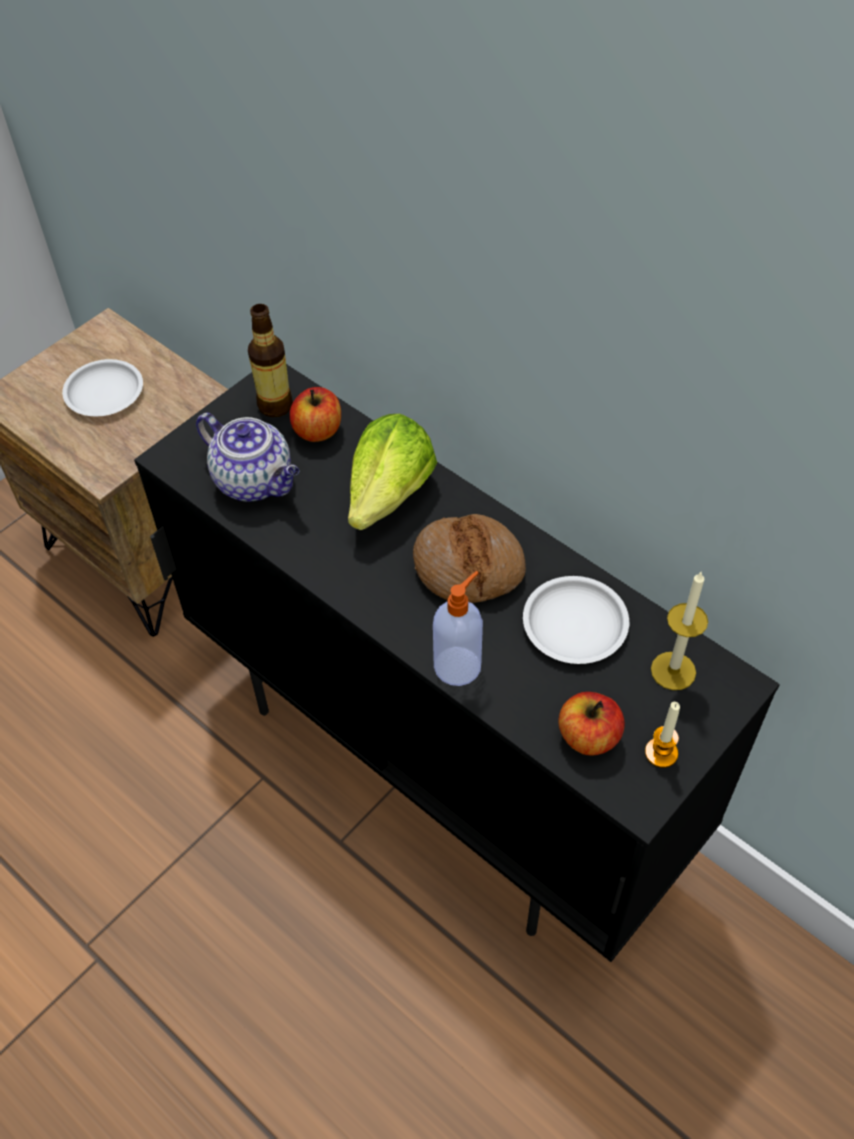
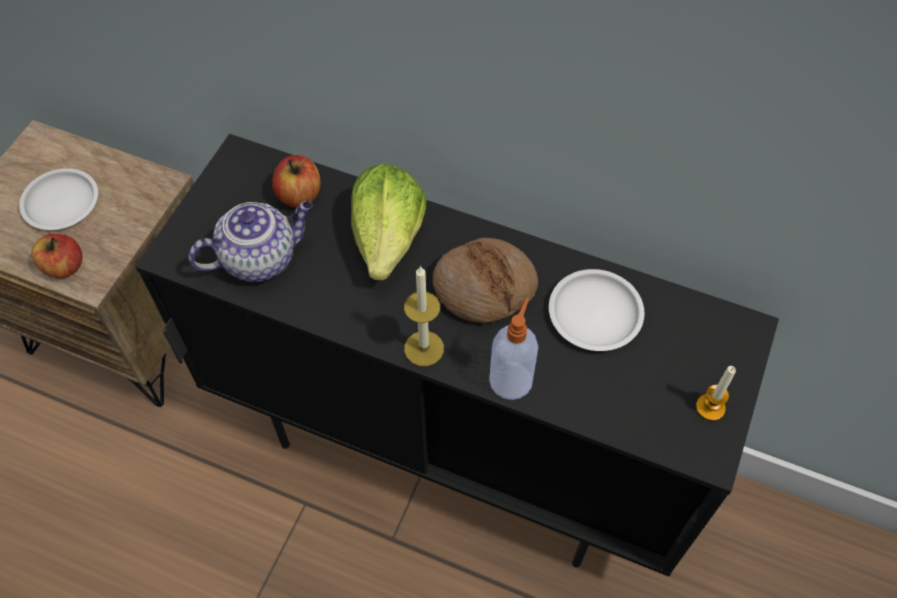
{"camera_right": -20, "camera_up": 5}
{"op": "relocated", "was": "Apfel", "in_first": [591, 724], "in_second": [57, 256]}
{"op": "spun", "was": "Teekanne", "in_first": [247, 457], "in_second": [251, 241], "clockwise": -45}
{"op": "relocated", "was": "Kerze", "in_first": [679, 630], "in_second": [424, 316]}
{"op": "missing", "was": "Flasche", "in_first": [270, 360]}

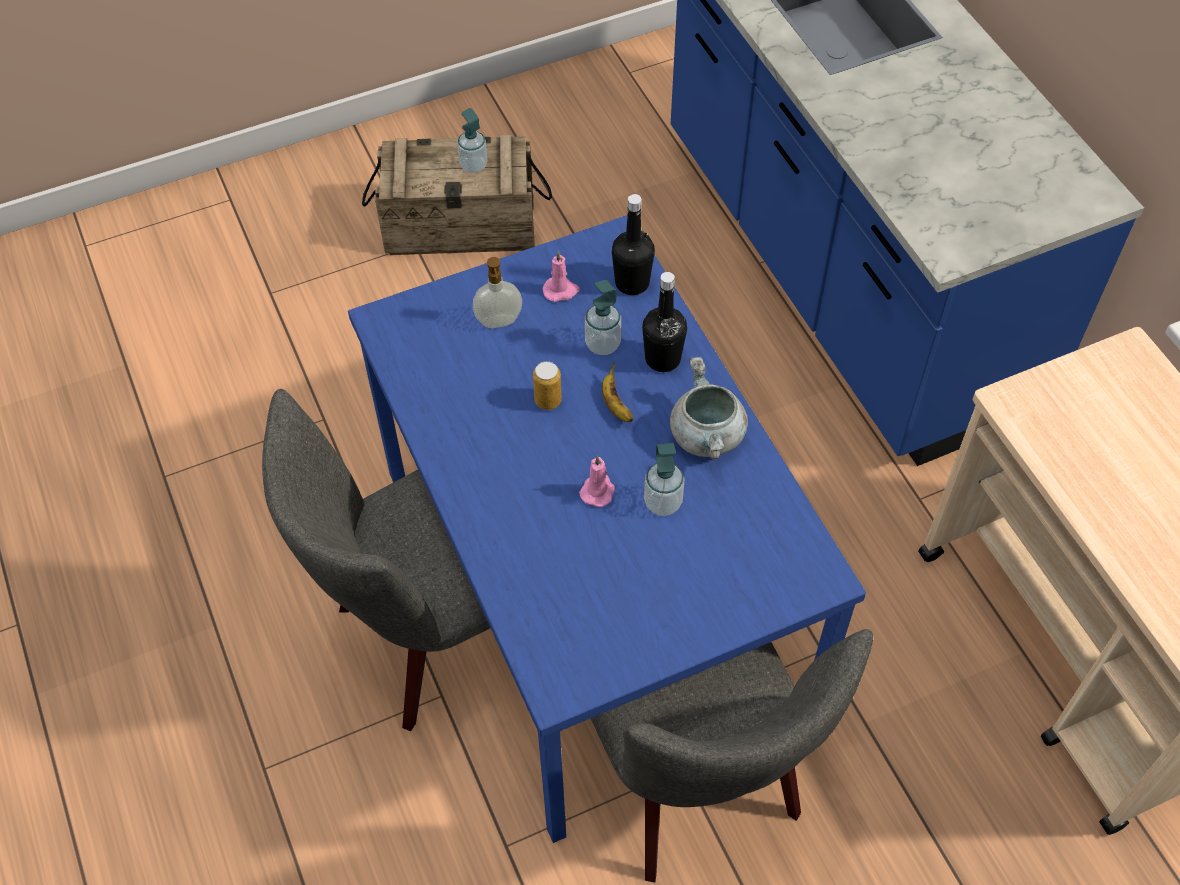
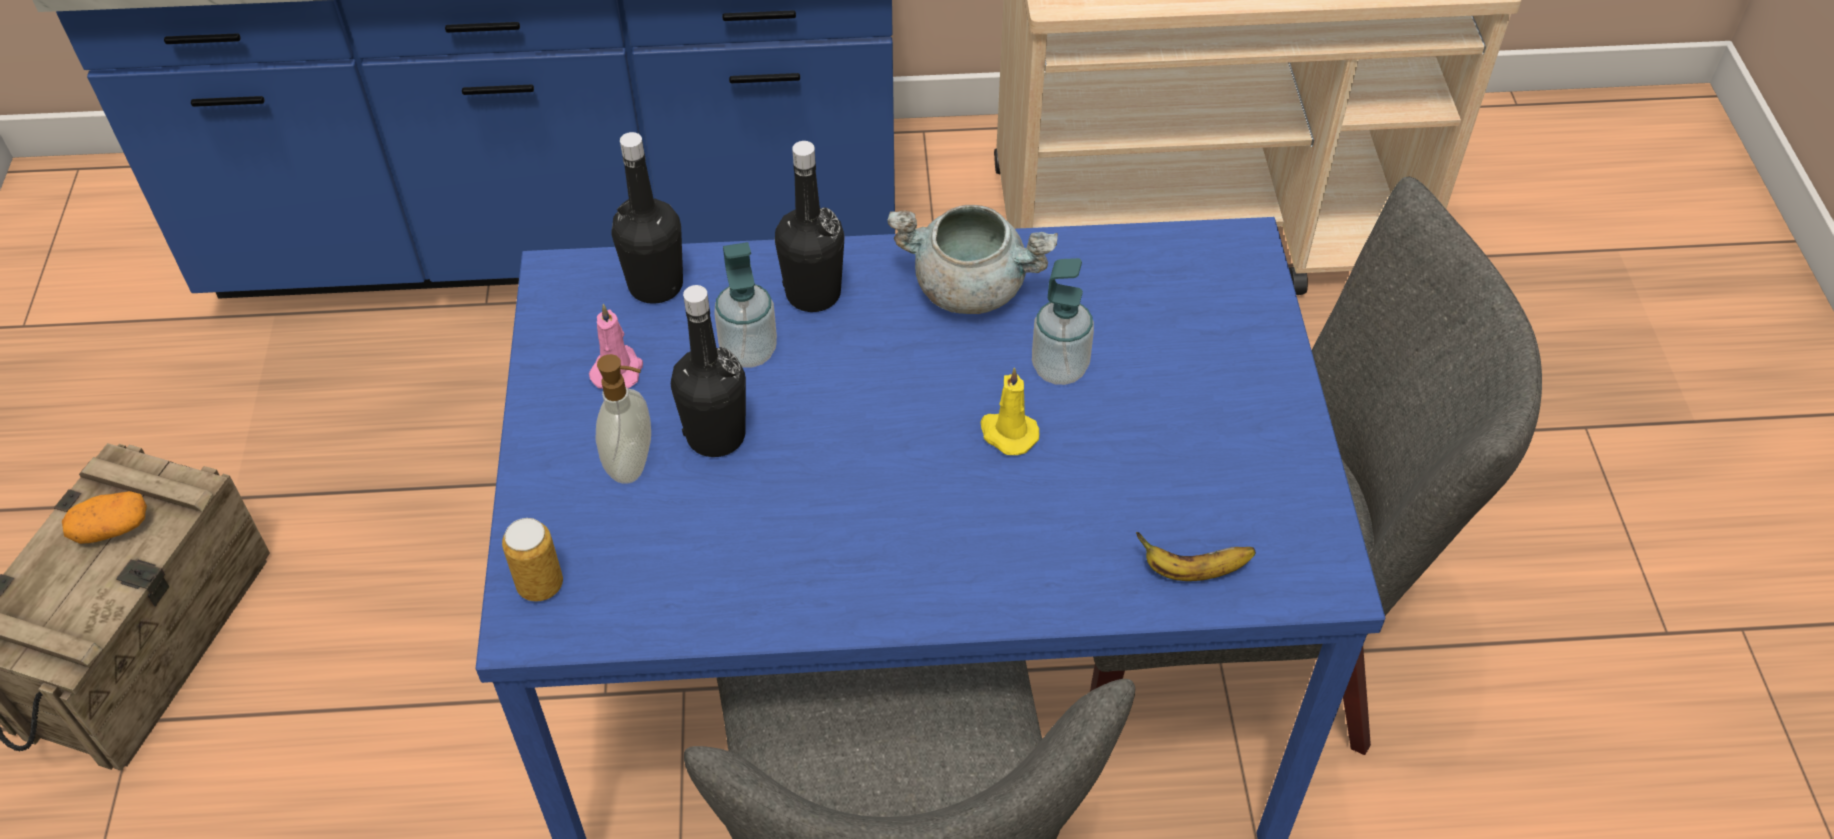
{"camera_right": -70, "camera_up": -5}
{"op": "exchanged", "was": "Seifenspender", "now": "Kartoffel", "in_first": [472, 140], "in_second": [104, 517]}
{"op": "relocated", "was": "Dose", "in_first": [547, 385], "in_second": [532, 559]}
{"op": "appeared", "now": "Flasche/schwarz", "in_second": [708, 371]}
{"op": "colour", "was": "Kerze/rosa", "now": "Kerze/gelb", "in_first": [597, 481], "in_second": [1009, 411]}
{"op": "relocated", "was": "Banane", "in_first": [618, 392], "in_second": [1196, 556]}

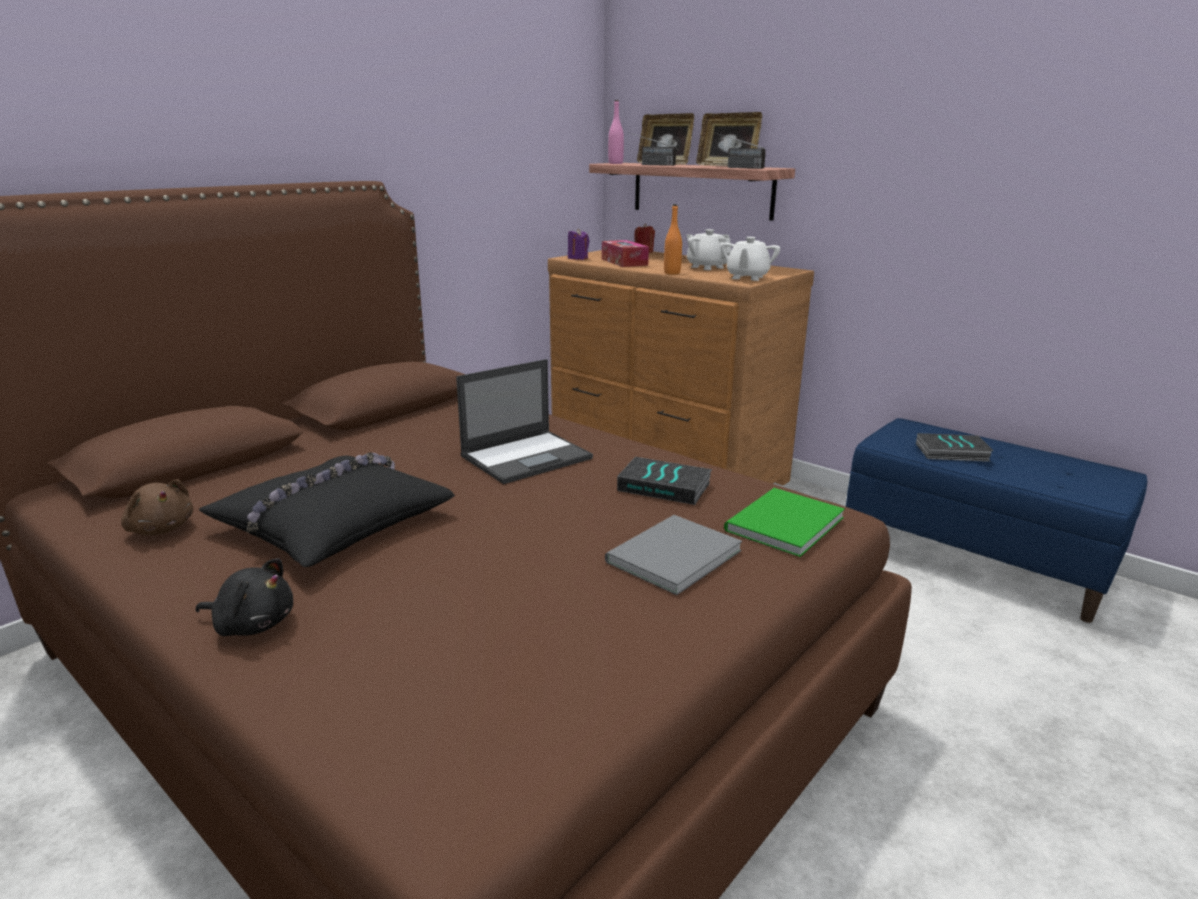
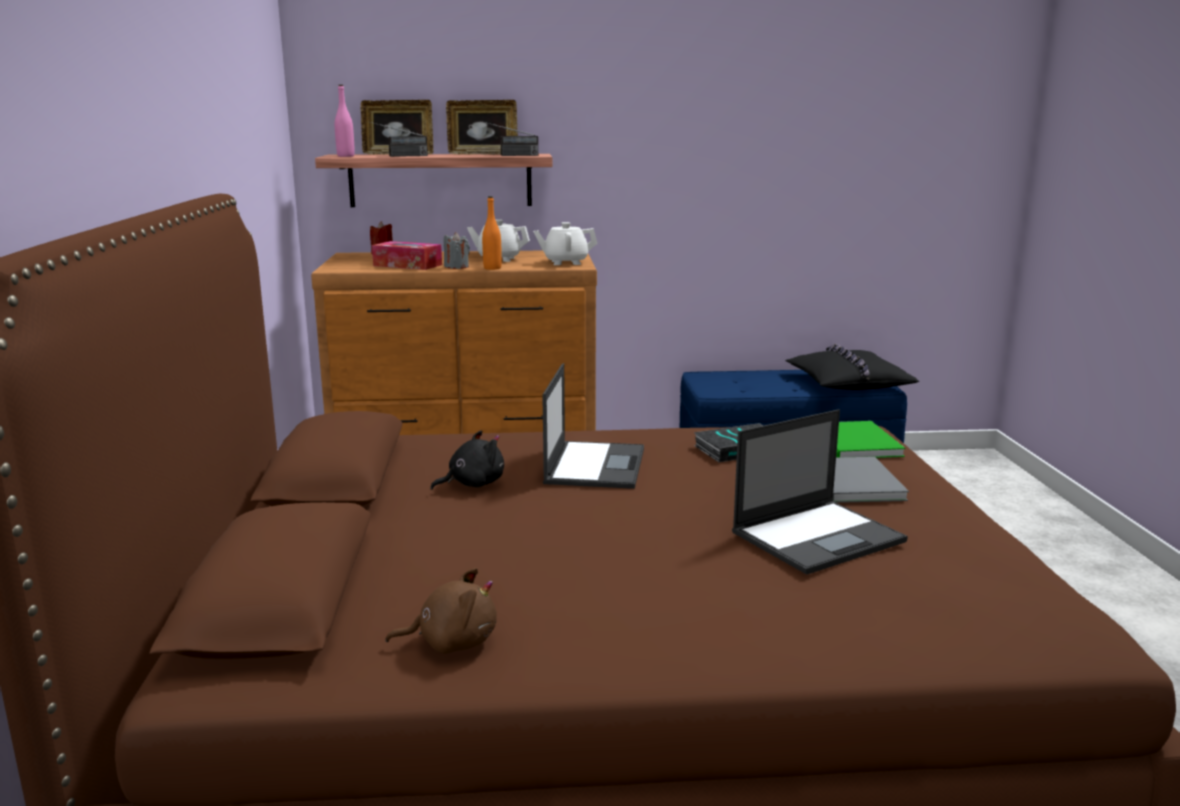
{"camera_right": -45, "camera_up": -5}
{"op": "relocated", "was": "Plüschtier/schwarz", "in_first": [244, 597], "in_second": [467, 460]}
{"op": "appeared", "now": "Kerze/grau", "in_second": [457, 250]}
{"op": "spun", "was": "Teekanne/weiß", "in_first": [750, 259], "in_second": [565, 243], "clockwise": 105}
{"op": "appeared", "now": "Laptop", "in_second": [820, 492]}
{"op": "relocated", "was": "Kissen/schwarz", "in_first": [327, 509], "in_second": [852, 367]}
{"op": "missing", "was": "Kerze/lila", "in_first": [578, 244]}
{"op": "missing", "was": "Buch", "in_first": [955, 447]}

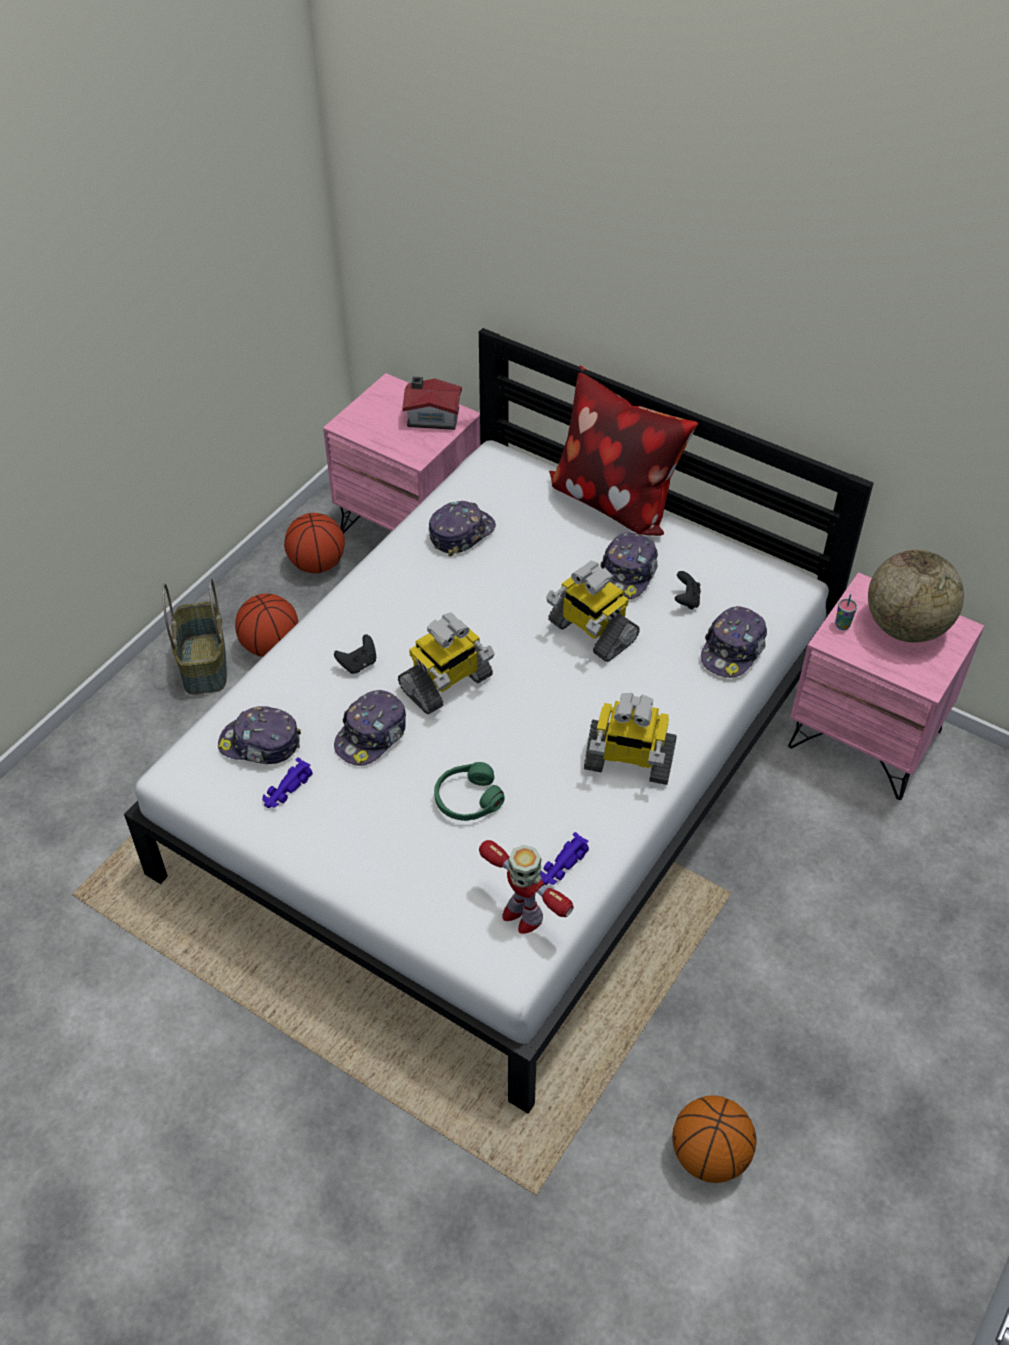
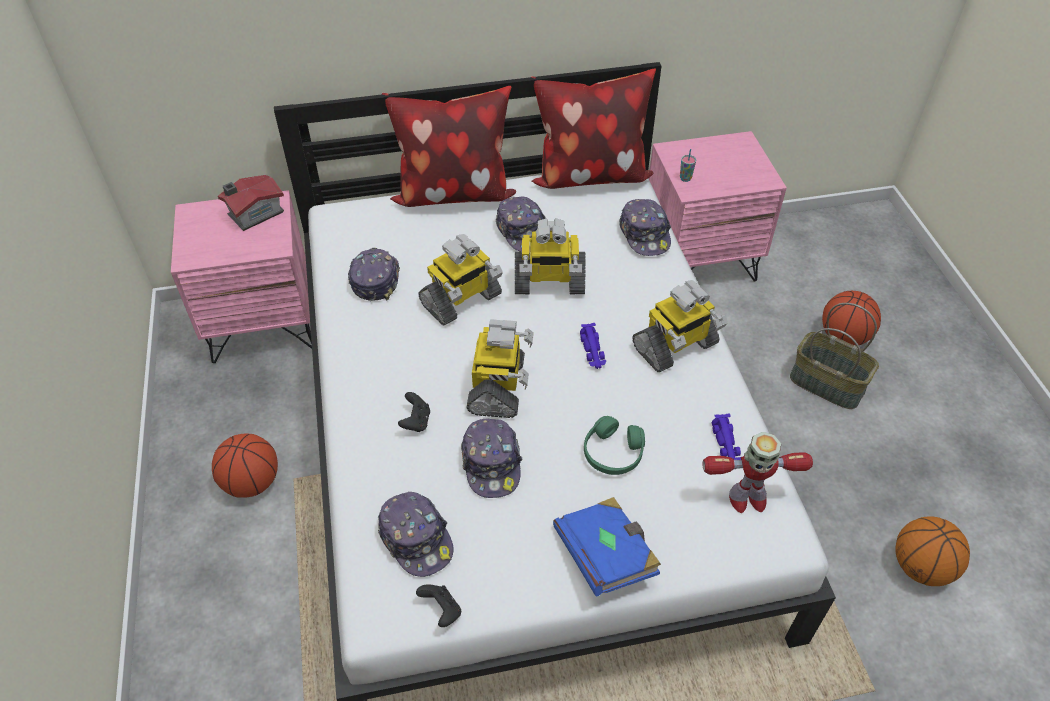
{"camera_right": -45, "camera_up": 0}
{"op": "spun", "was": "Kappe", "in_first": [259, 735], "in_second": [415, 534], "clockwise": -90}
{"op": "relocated", "was": "Gamepad/schwarz", "in_first": [688, 590], "in_second": [438, 606]}
{"op": "appeared", "now": "Spielzeugroboter", "in_second": [460, 280]}
{"op": "appeared", "now": "Kissen", "in_second": [593, 128]}
{"op": "appeared", "now": "Buch/blau", "in_second": [607, 546]}
{"op": "relocated", "was": "Spielzeugauto/lila", "in_first": [287, 782], "in_second": [593, 346]}
{"op": "relocated", "was": "Korb", "in_first": [194, 636], "in_second": [834, 356]}
{"op": "relocated", "was": "Basketball", "in_first": [314, 543], "in_second": [851, 318]}
{"op": "missing", "was": "Globus", "in_first": [916, 596]}

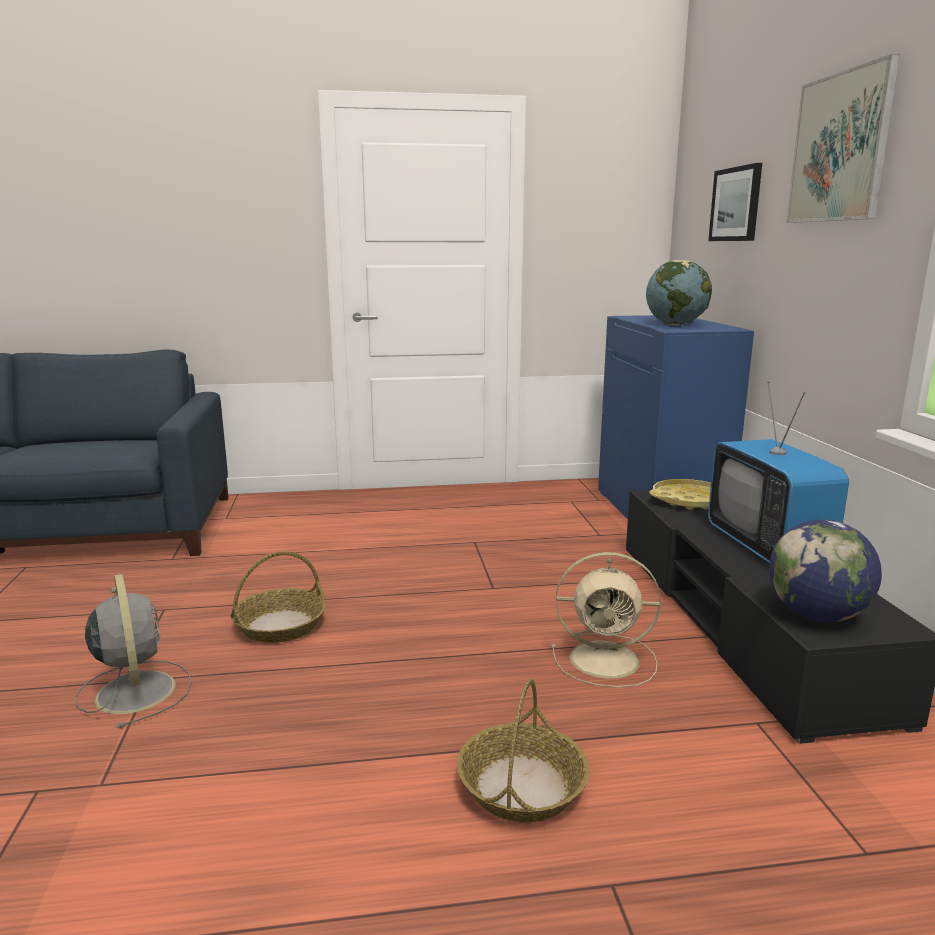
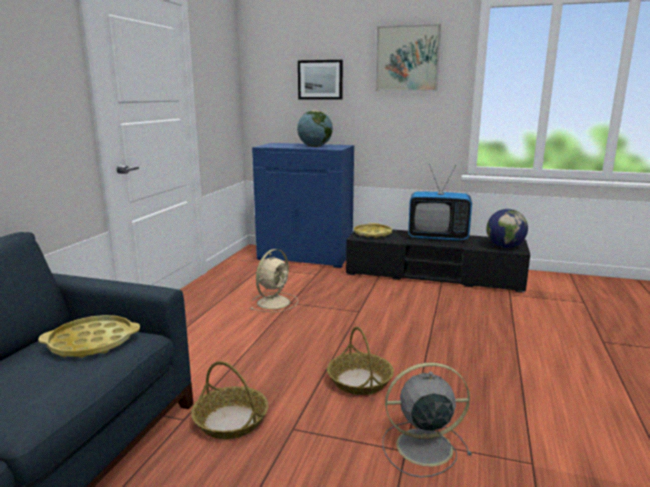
{"camera_right": -65, "camera_up": 0}
{"op": "appeared", "now": "Tablett/gelb", "in_second": [89, 336]}
{"op": "relocated", "was": "Korb", "in_first": [523, 750], "in_second": [229, 400]}
{"op": "relocated", "was": "Ventilator/beige", "in_first": [606, 620], "in_second": [274, 280]}

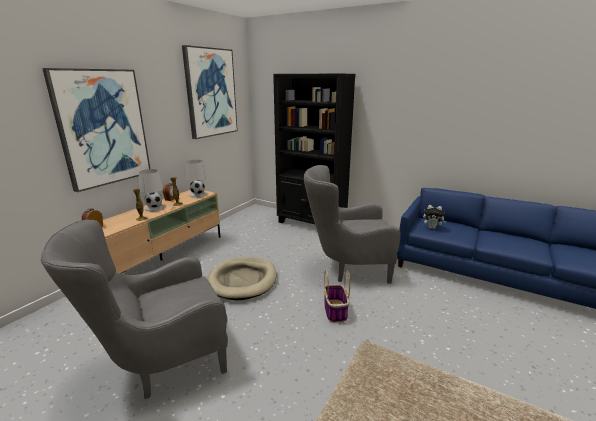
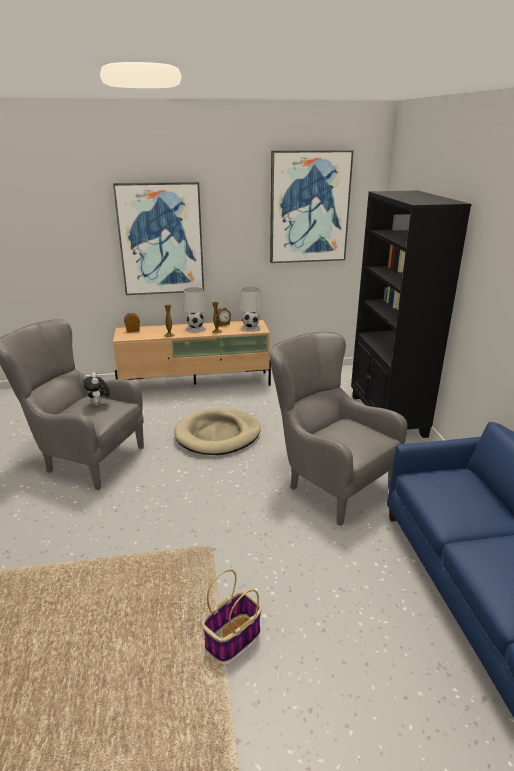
{"camera_right": 50, "camera_up": 5}
{"op": "relocated", "was": "Plüschtier", "in_first": [434, 217], "in_second": [96, 389]}
{"op": "relocated", "was": "Korb", "in_first": [337, 296], "in_second": [232, 615]}

